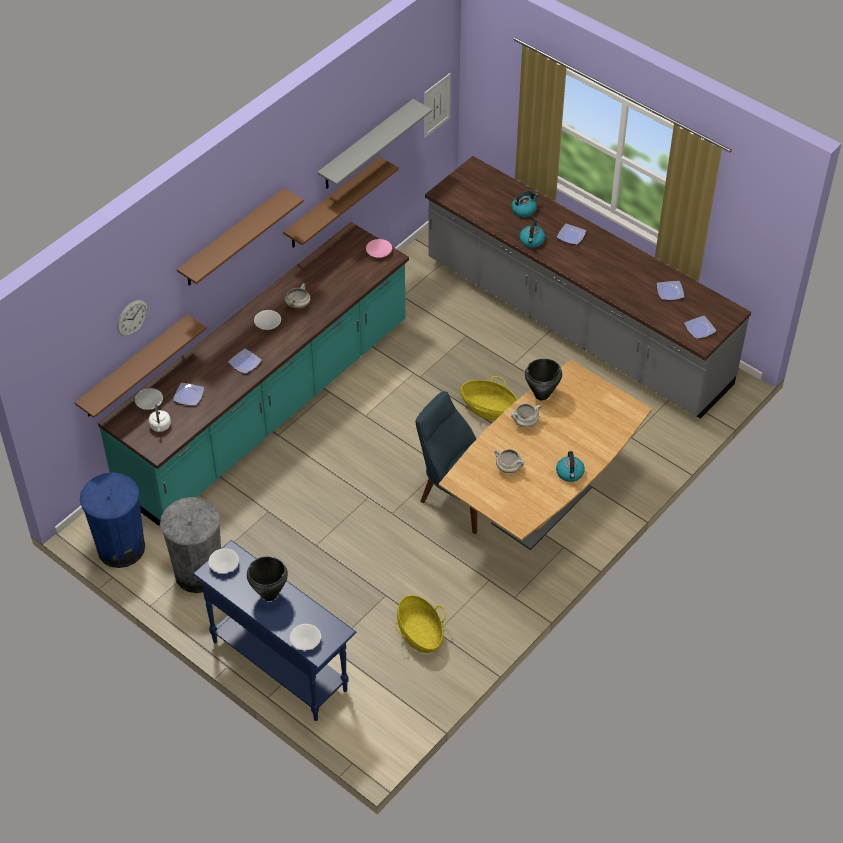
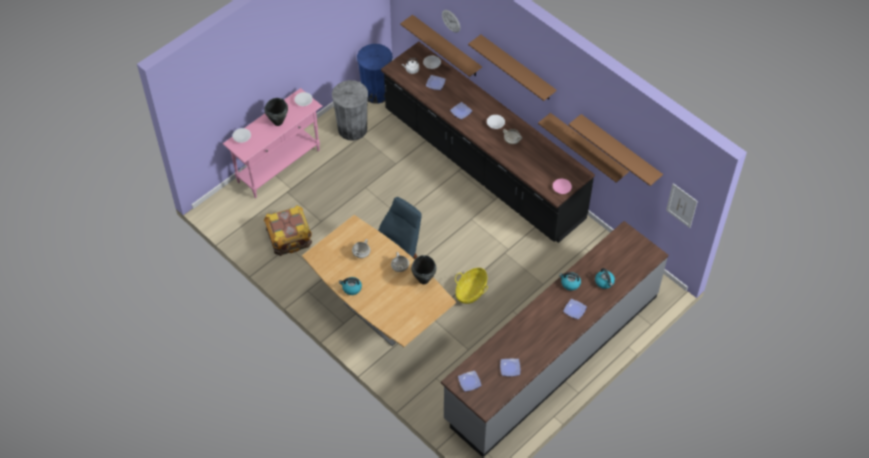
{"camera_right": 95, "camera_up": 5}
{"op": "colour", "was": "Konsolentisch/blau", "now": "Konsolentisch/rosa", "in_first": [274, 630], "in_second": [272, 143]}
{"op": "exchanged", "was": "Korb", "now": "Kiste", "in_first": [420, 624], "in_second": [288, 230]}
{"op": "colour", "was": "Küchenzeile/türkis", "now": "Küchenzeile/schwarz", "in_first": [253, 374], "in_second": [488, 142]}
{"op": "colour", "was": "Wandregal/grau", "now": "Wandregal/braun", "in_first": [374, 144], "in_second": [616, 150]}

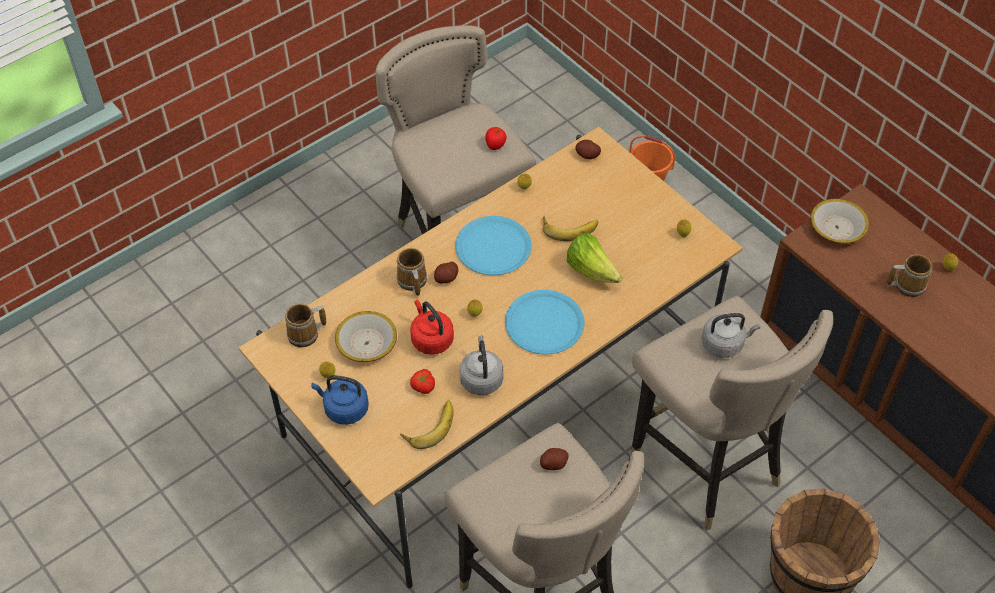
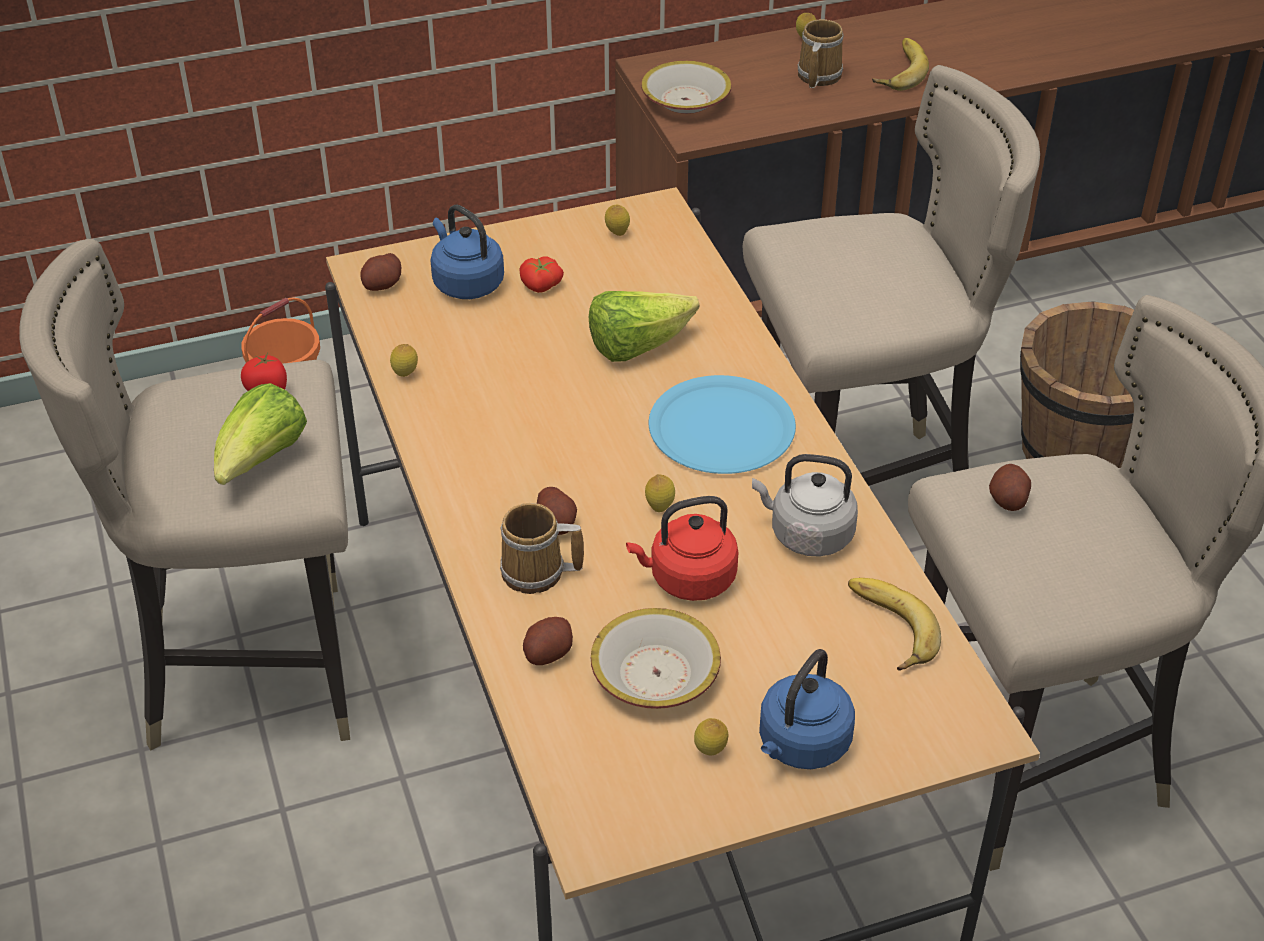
{"camera_right": -70, "camera_up": -10}
{"op": "appeared", "now": "Salatkopf", "in_second": [260, 434]}
{"op": "appeared", "now": "Wasserkessel/blau", "in_second": [467, 252]}
{"op": "relocated", "was": "Tomate", "in_first": [422, 381], "in_second": [541, 274]}
{"op": "appeared", "now": "Kartoffel", "in_second": [548, 641]}
{"op": "relocated", "was": "Banane", "in_first": [570, 228], "in_second": [900, 64]}
{"op": "missing", "was": "Henkelbecher", "in_first": [305, 325]}
{"op": "missing", "was": "Teller/blau", "in_first": [493, 245]}
{"op": "missing", "was": "Wasserkessel/grau", "in_first": [731, 335]}

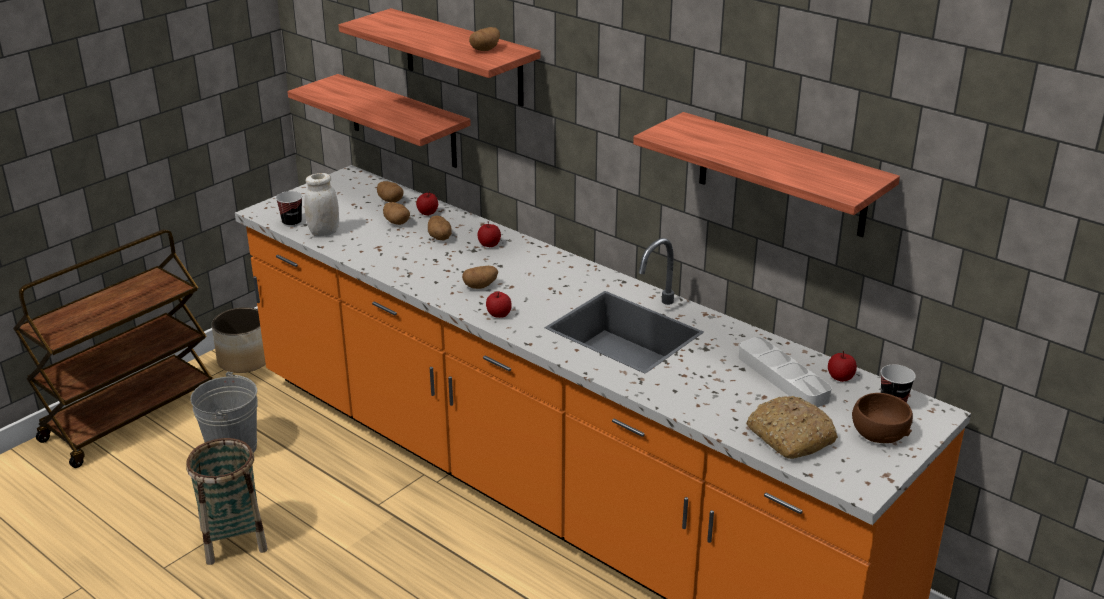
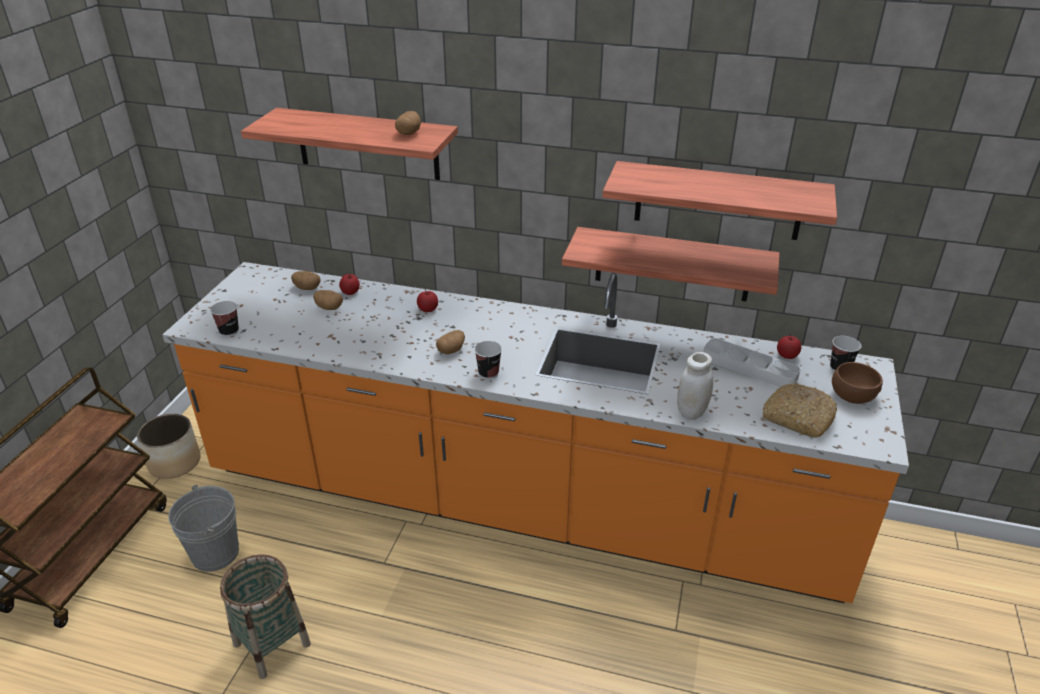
{"camera_right": -25, "camera_up": 5}
{"op": "exchanged", "was": "Apfel", "now": "Tasse", "in_first": [499, 305], "in_second": [488, 360]}
{"op": "relocated", "was": "Wandregal", "in_first": [379, 121], "in_second": [671, 264]}
{"op": "relocated", "was": "Vorratsglas/weiß", "in_first": [321, 204], "in_second": [695, 386]}
{"op": "missing", "was": "Kartoffel", "in_first": [440, 228]}

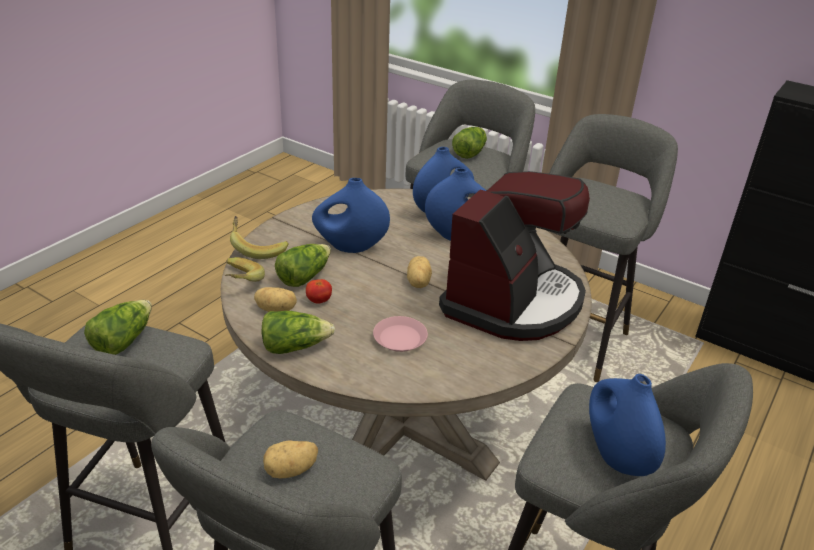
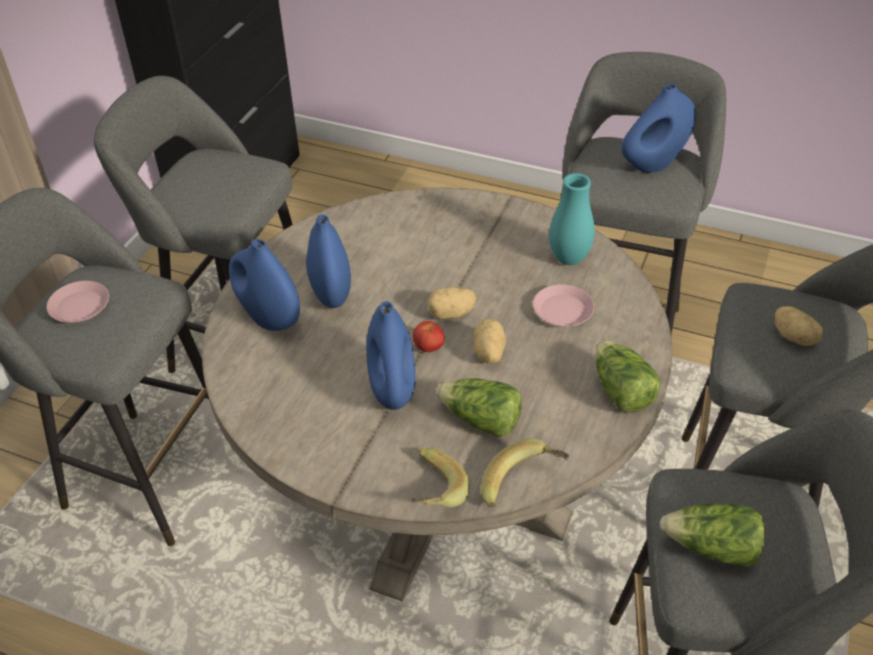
{"camera_right": -100, "camera_up": 10}
{"op": "exchanged", "was": "Salatkopf", "now": "Teller/rosa", "in_first": [469, 143], "in_second": [77, 302]}
{"op": "relocated", "was": "Tomate", "in_first": [319, 291], "in_second": [429, 336]}
{"op": "relocated", "was": "Kartoffel", "in_first": [275, 299], "in_second": [490, 341]}
{"op": "appeared", "now": "Vase/türkis", "in_second": [572, 219]}
{"op": "missing", "was": "Kaffeemaschine", "in_first": [514, 256]}

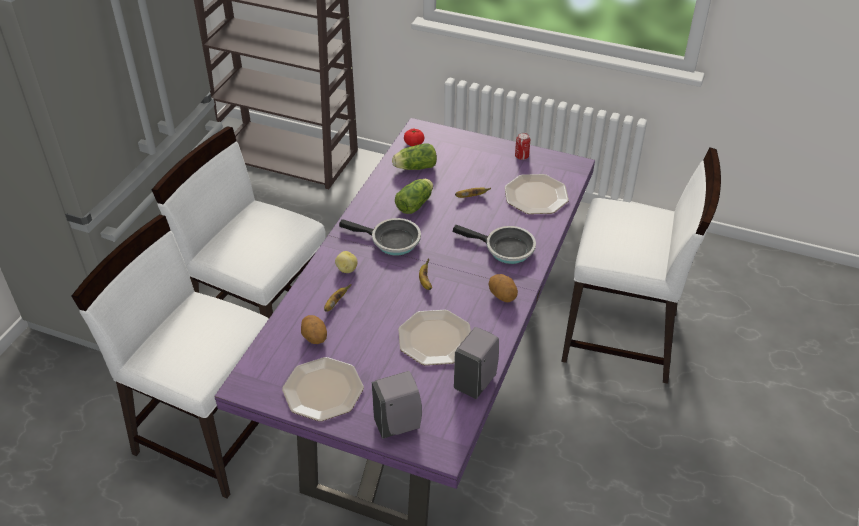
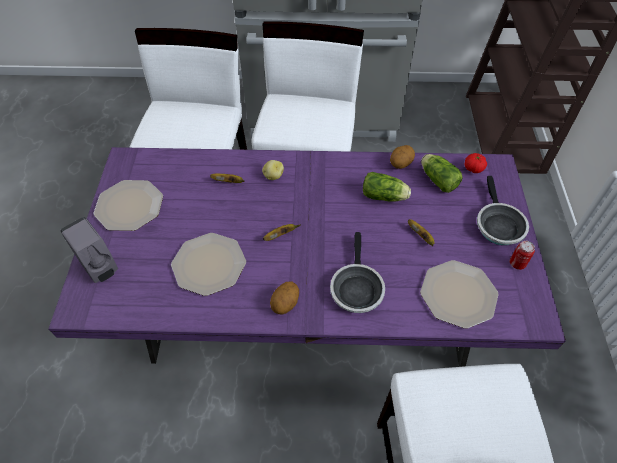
{"camera_right": 70, "camera_up": 10}
{"op": "relocated", "was": "Kartoffel", "in_first": [314, 329], "in_second": [402, 157]}
{"op": "relocated", "was": "Pfanne", "in_first": [380, 236], "in_second": [503, 210]}
{"op": "missing", "was": "Seifenspender/grau", "in_first": [476, 363]}

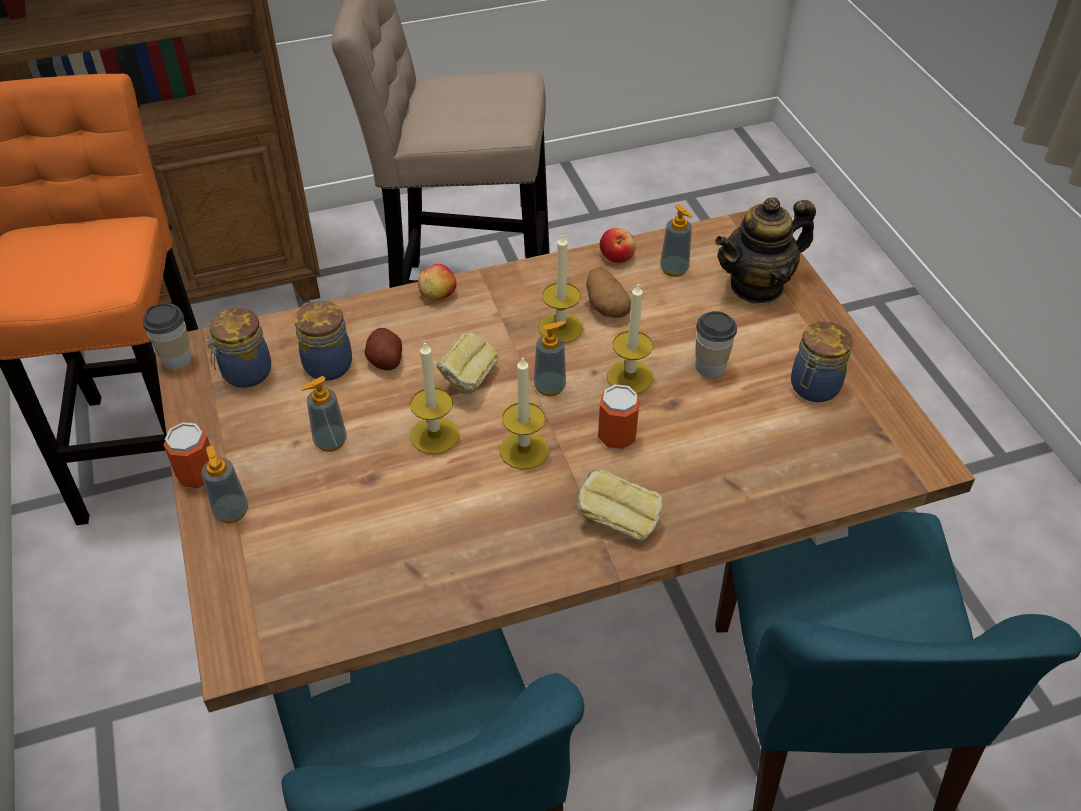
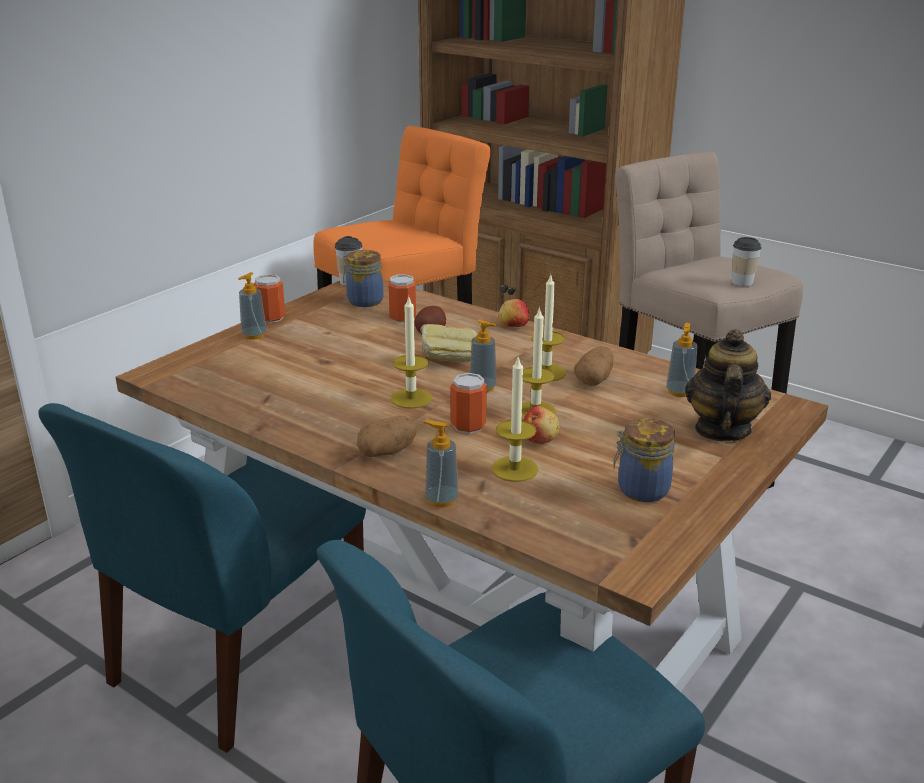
{"camera_right": 55, "camera_up": -20}
{"op": "exchanged", "was": "Brot", "now": "Kartoffel", "in_first": [620, 505], "in_second": [386, 436]}
{"op": "exchanged", "was": "Vorratsglas", "now": "Dose", "in_first": [323, 341], "in_second": [402, 298]}
{"op": "relocated", "was": "Seifenspender", "in_first": [324, 414], "in_second": [441, 463]}
{"op": "relocated", "was": "Kerze", "in_first": [434, 397], "in_second": [515, 418]}
{"op": "relocated", "was": "Apfel", "in_first": [618, 245], "in_second": [541, 425]}
{"op": "spun", "was": "Teekanne", "in_first": [765, 250], "in_second": [728, 385], "clockwise": 75}
{"op": "relocated", "was": "Tasse", "in_first": [716, 344], "in_second": [747, 261]}

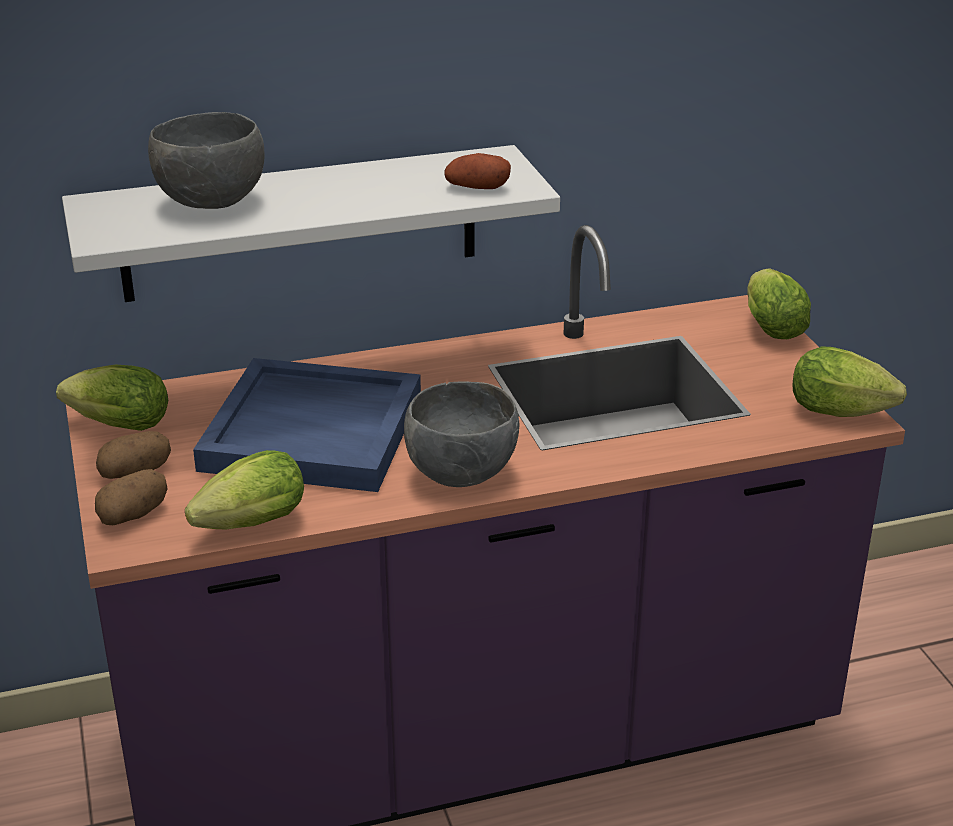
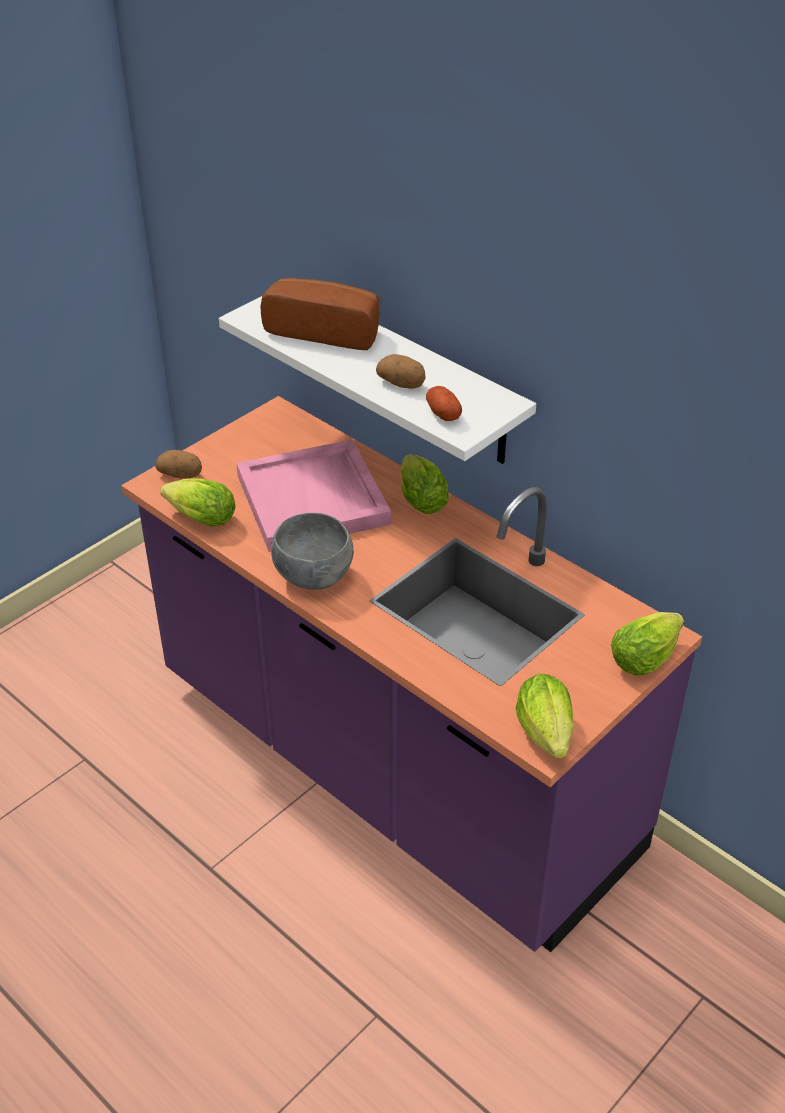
{"camera_right": 60, "camera_up": 10}
{"op": "colour", "was": "Tablett/blau", "now": "Tablett/rosa", "in_first": [307, 425], "in_second": [313, 495]}
{"op": "exchanged", "was": "Schüssel/grau", "now": "Brot", "in_first": [206, 160], "in_second": [320, 314]}
{"op": "relocated", "was": "Kartoffel", "in_first": [133, 455], "in_second": [401, 371]}
{"op": "relocated", "was": "Salatkopf", "in_first": [112, 397], "in_second": [424, 484]}

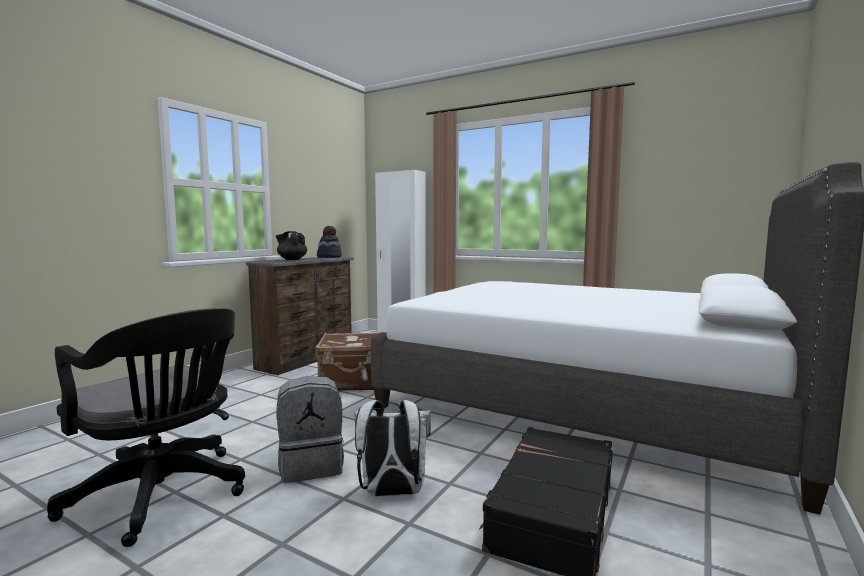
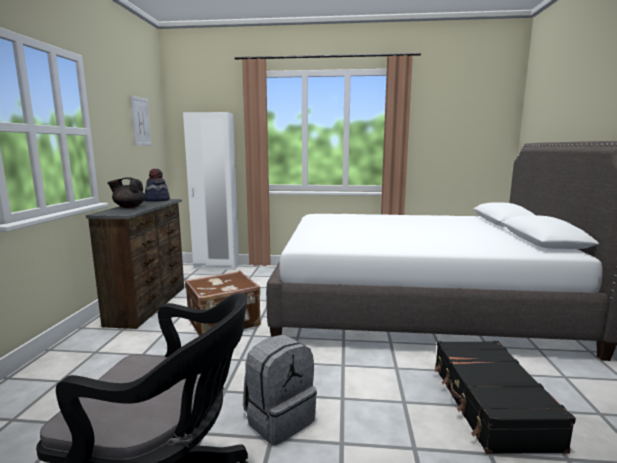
{"camera_right": -25, "camera_up": 5}
{"op": "appeared", "now": "Bild", "in_second": [141, 120]}
{"op": "missing", "was": "Rucksack/weiß", "in_first": [392, 448]}

